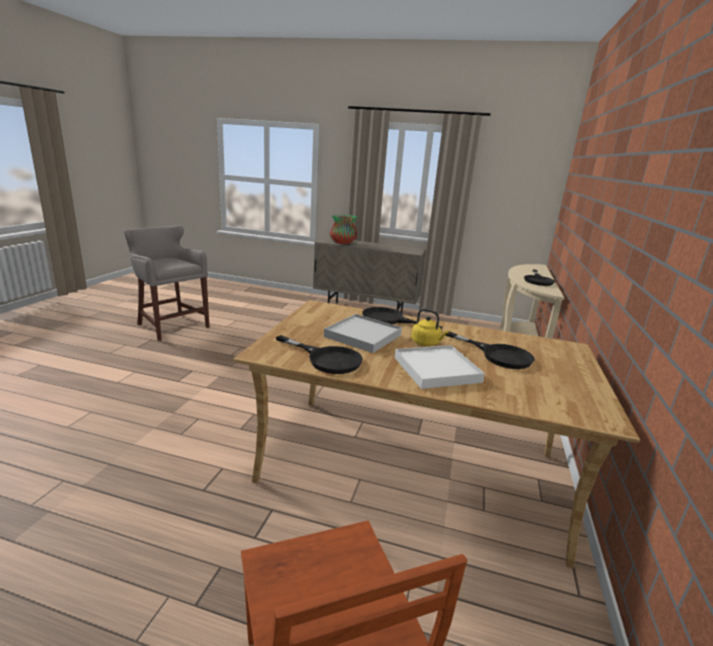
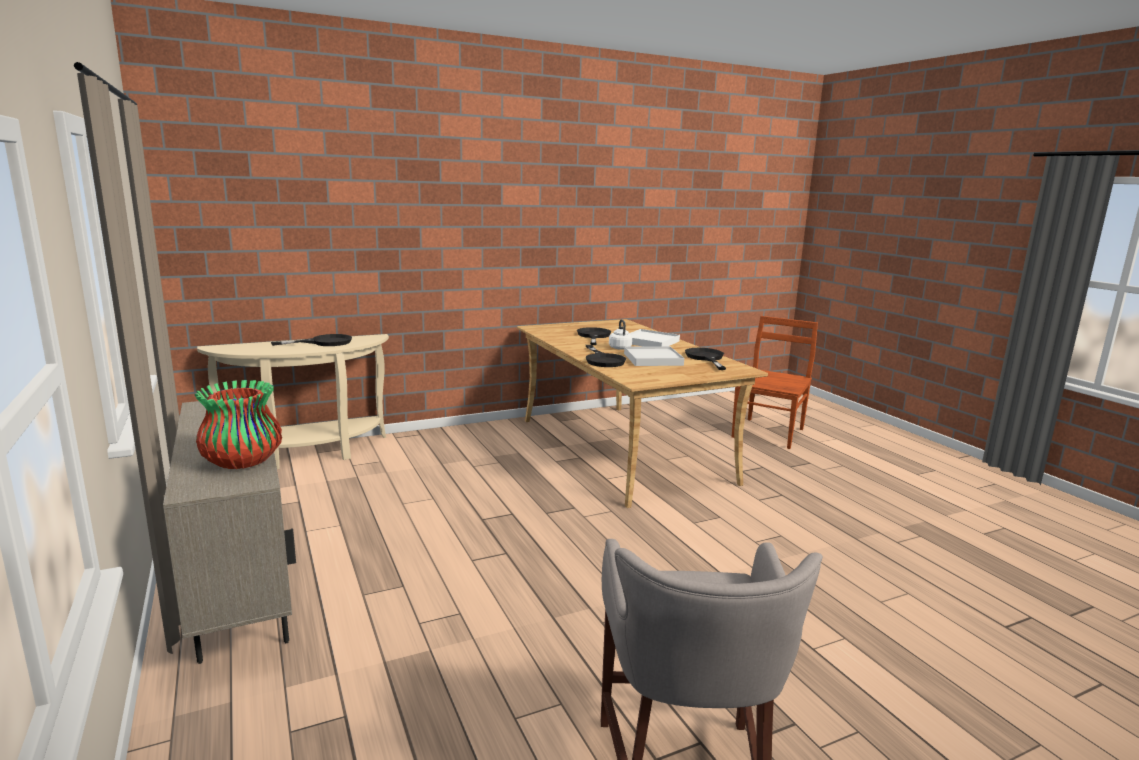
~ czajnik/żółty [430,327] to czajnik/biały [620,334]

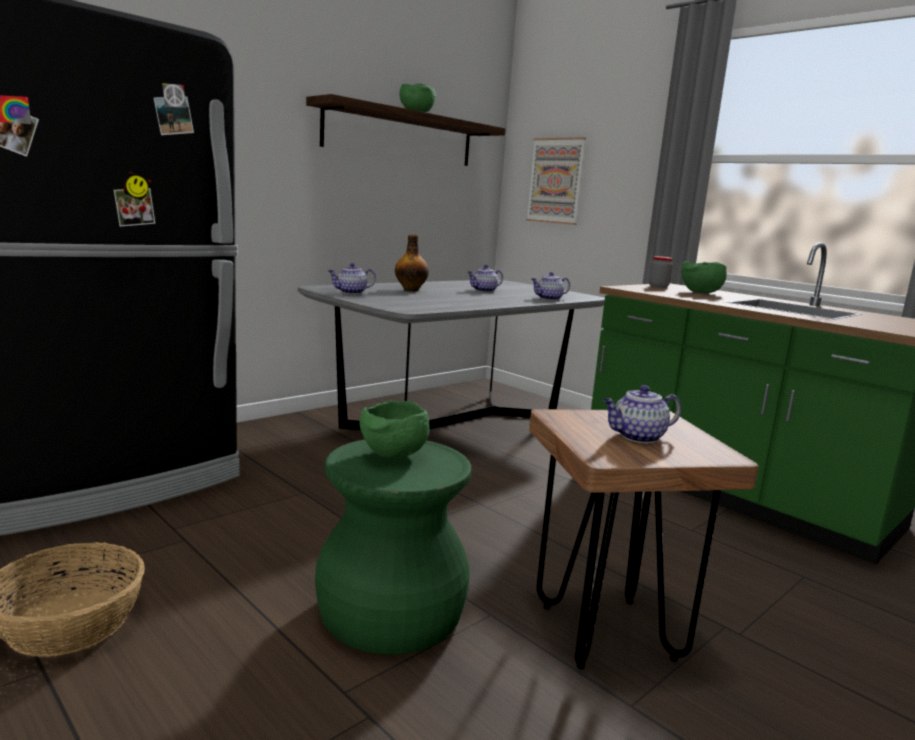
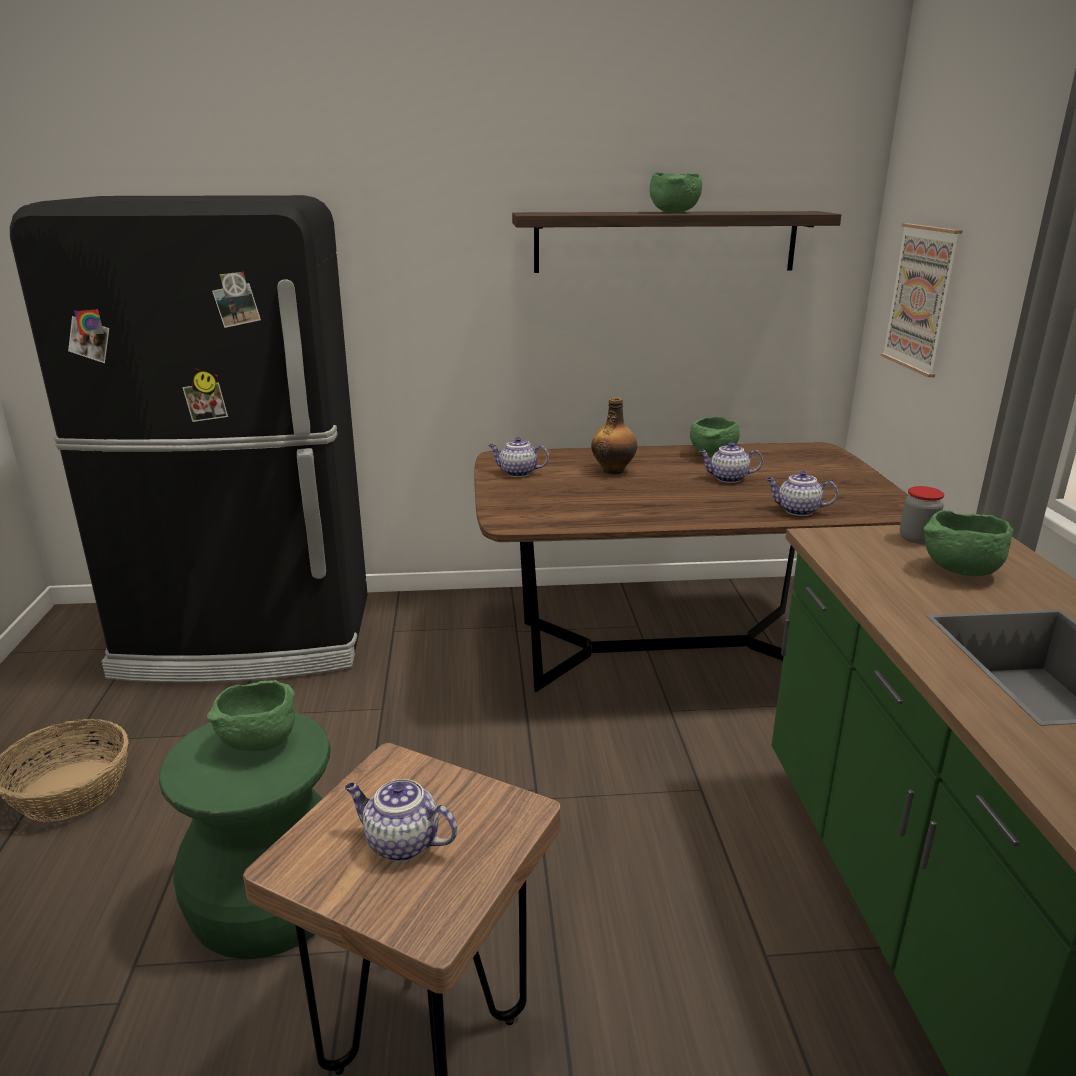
~ stół jadalny/szary [451,355] to stół jadalny/brązowy [691,567]
+ miska/zielony [715,436]

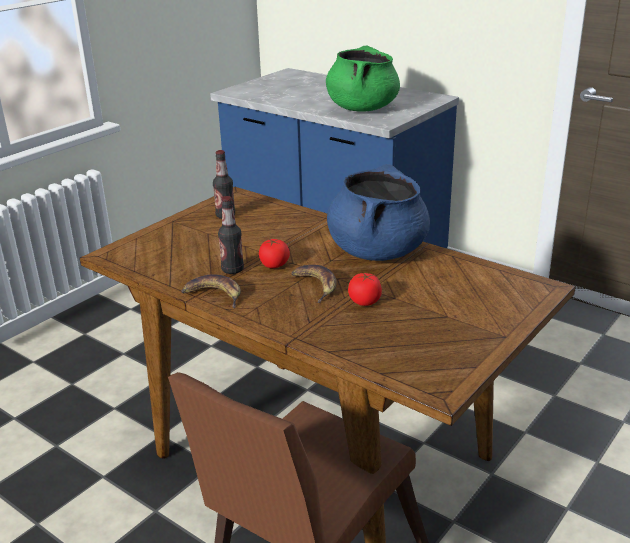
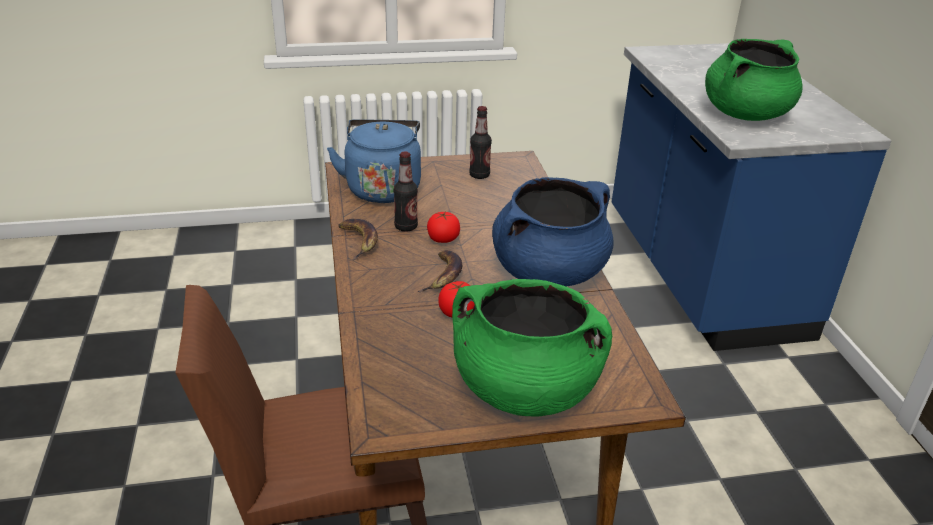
+ czajnik/niebieski [374,161]
+ garnek/zielony [532,347]

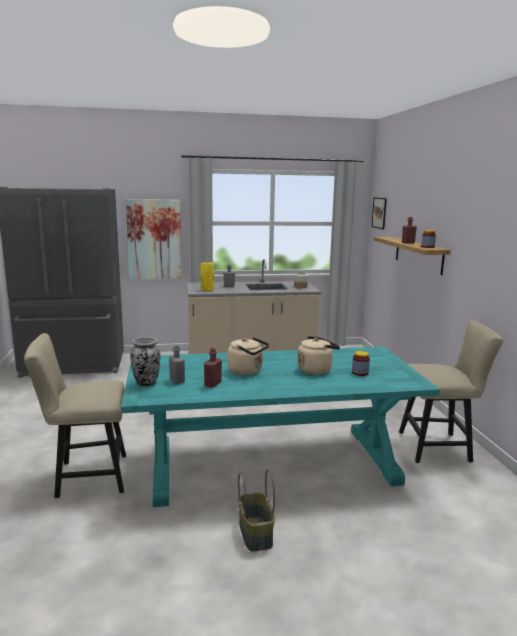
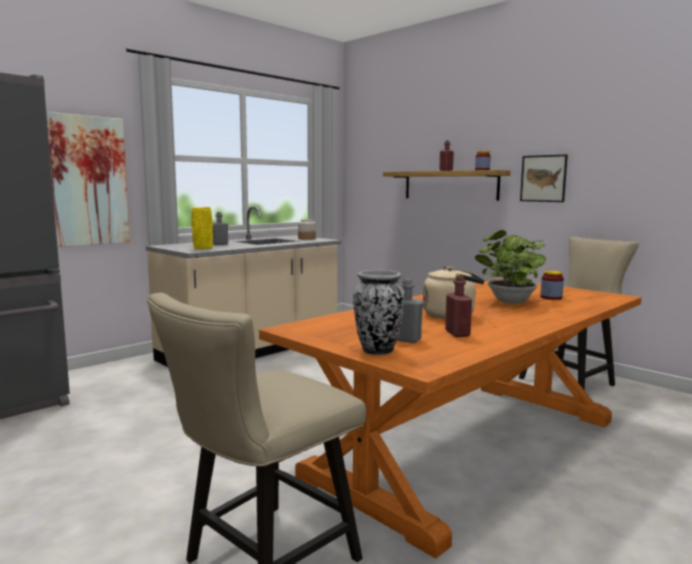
~ obraz [379,213] to [544,178]
~ czajnik/beżowy [319,355] to roślina doniczkowa [510,267]
~ stół jadalny/turkusowy [280,427] to stół jadalny/pomarańczowy [450,418]
- koszyk [256,510]

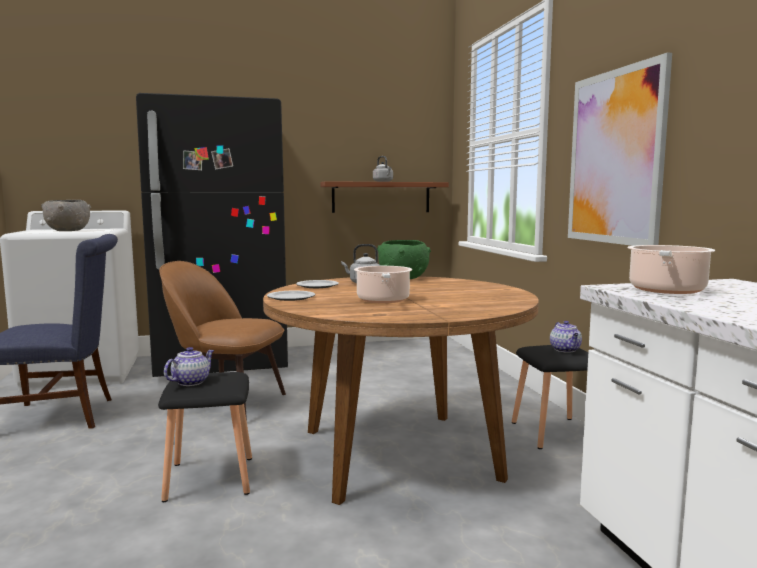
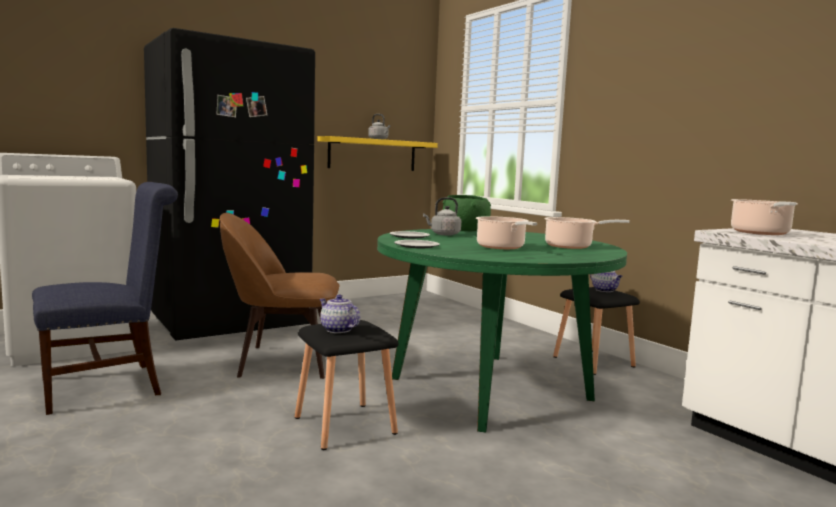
- obraz [620,149]
~ półka/brązowy [384,197] to półka/żółty [378,153]
- miska/szary [66,215]
~ stół jadalny/brązowy [401,390] to stół jadalny/zielony [502,330]
~ imbryk [189,366] = [340,314] 60 degrees counterclockwise
+ garnek [587,233]

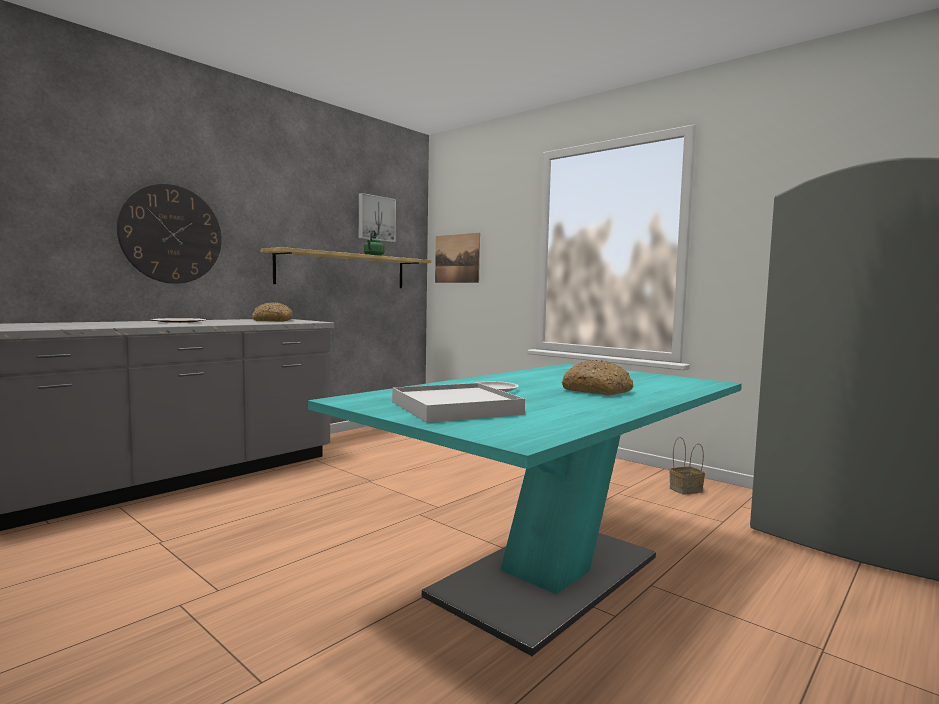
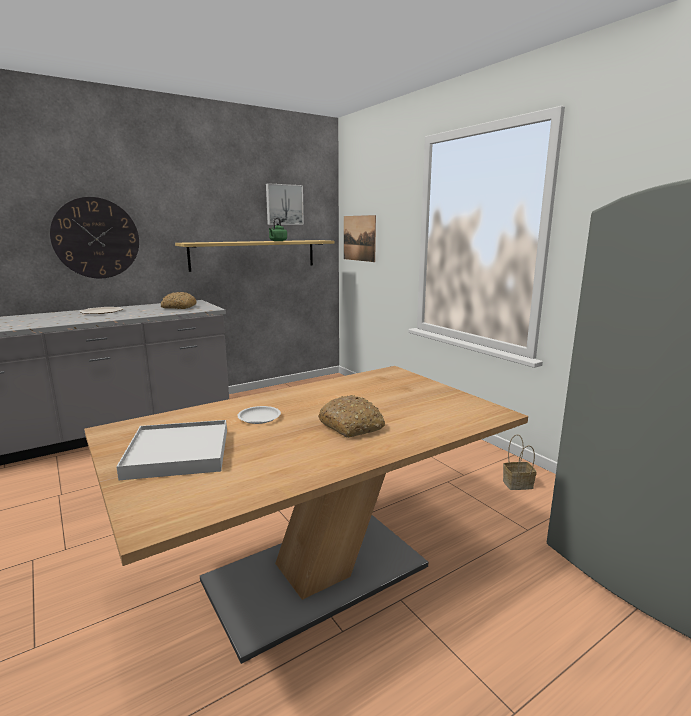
~ stół jadalny/turkusowy [525,510] to stół jadalny/brązowy [306,515]

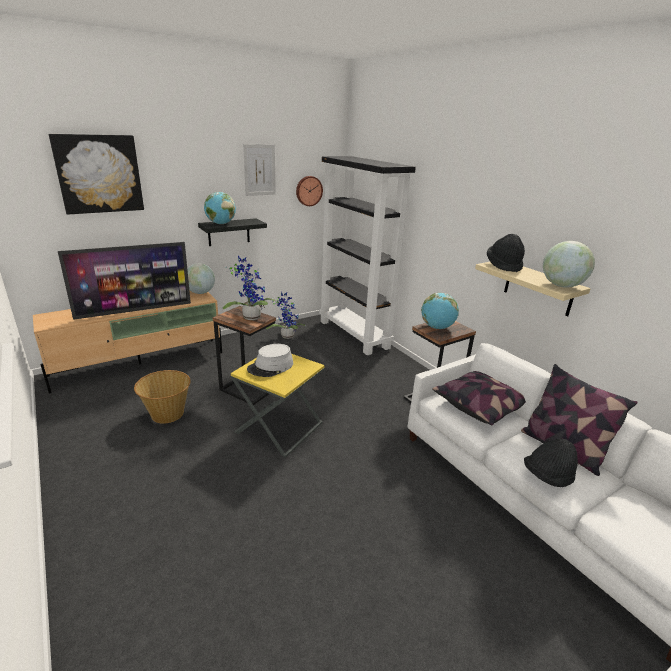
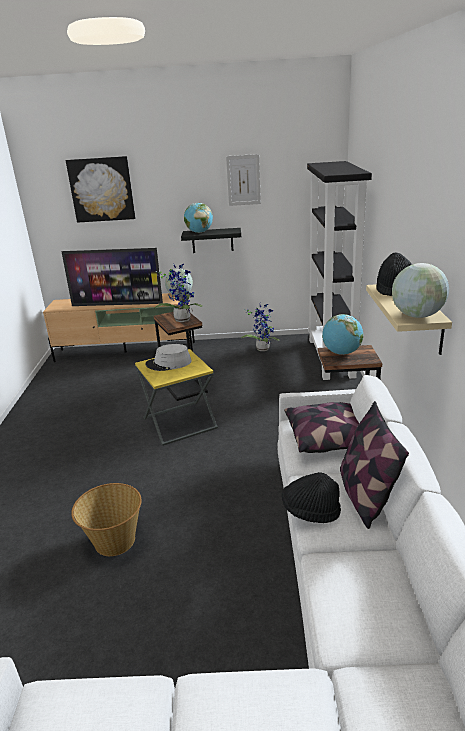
- zegar ścienny [309,191]
~ koszyk [162,397] to [106,519]

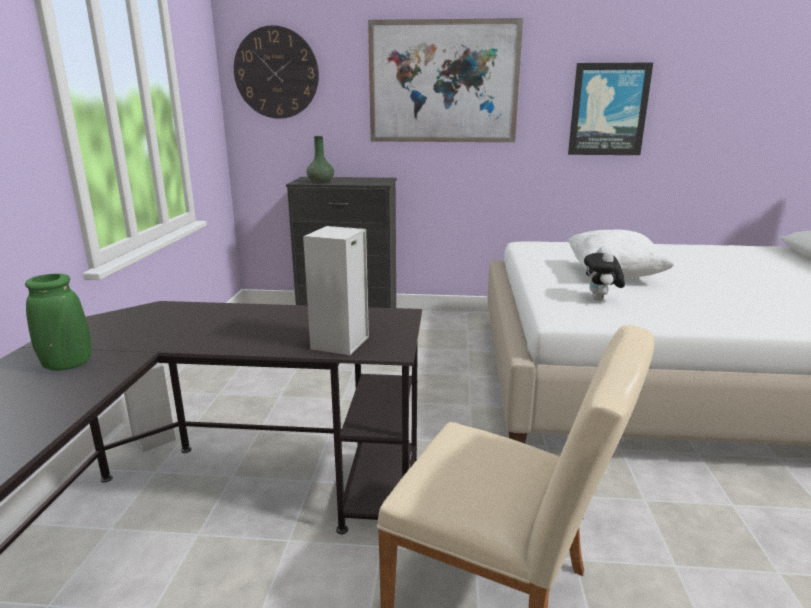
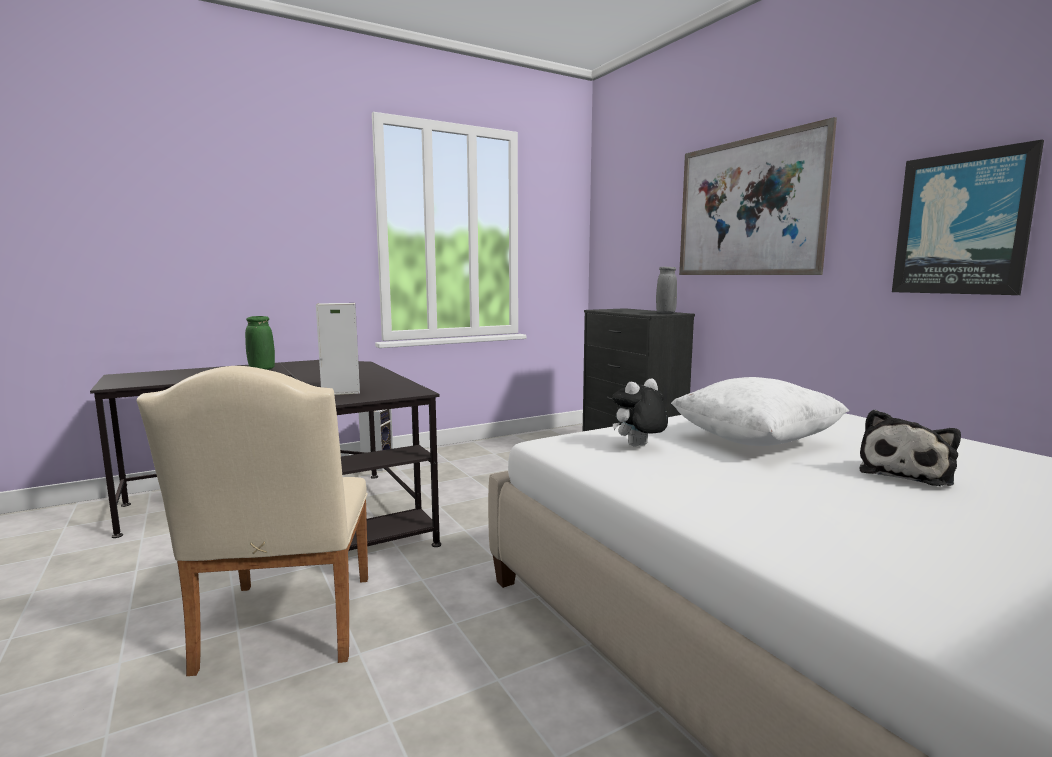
- zegar ścienny [276,72]
- wazon/zielony [320,160]
+ wazon/szary [666,290]
+ pluszak [910,448]

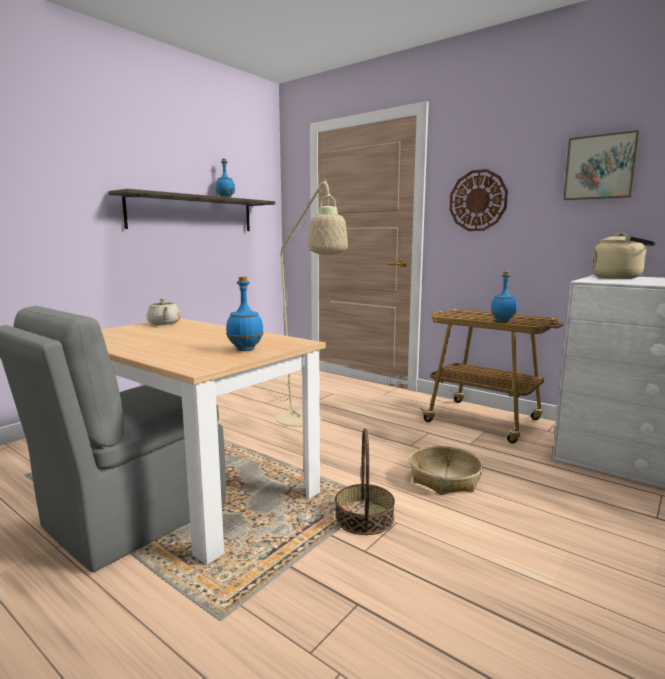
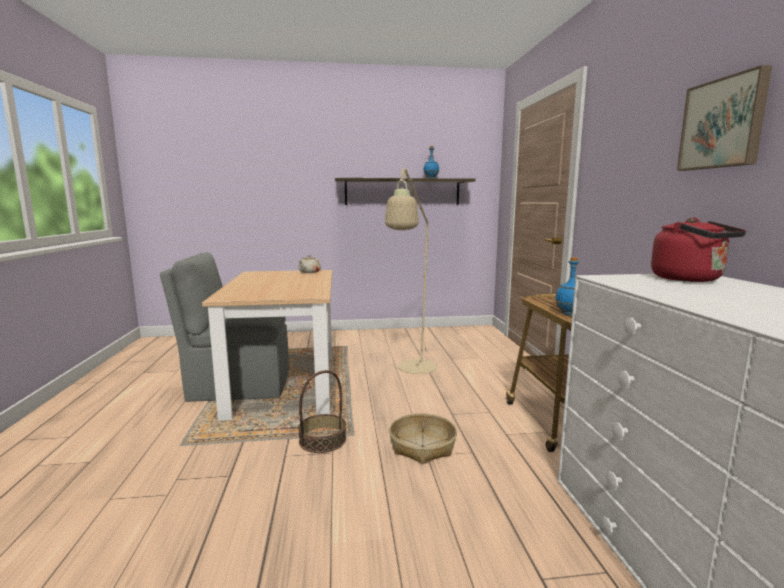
- zegar ścienny [478,200]
~ czajnik/beżowy [624,256] to czajnik/czerwony [698,249]
- butelka/niebieski [245,314]

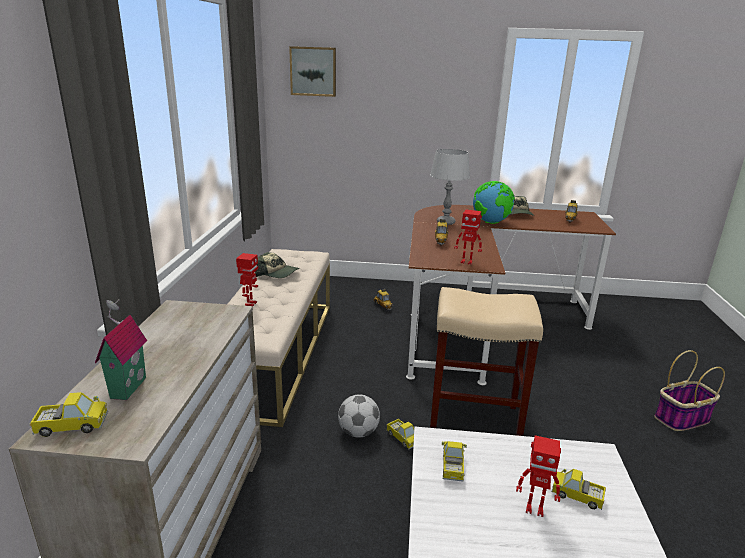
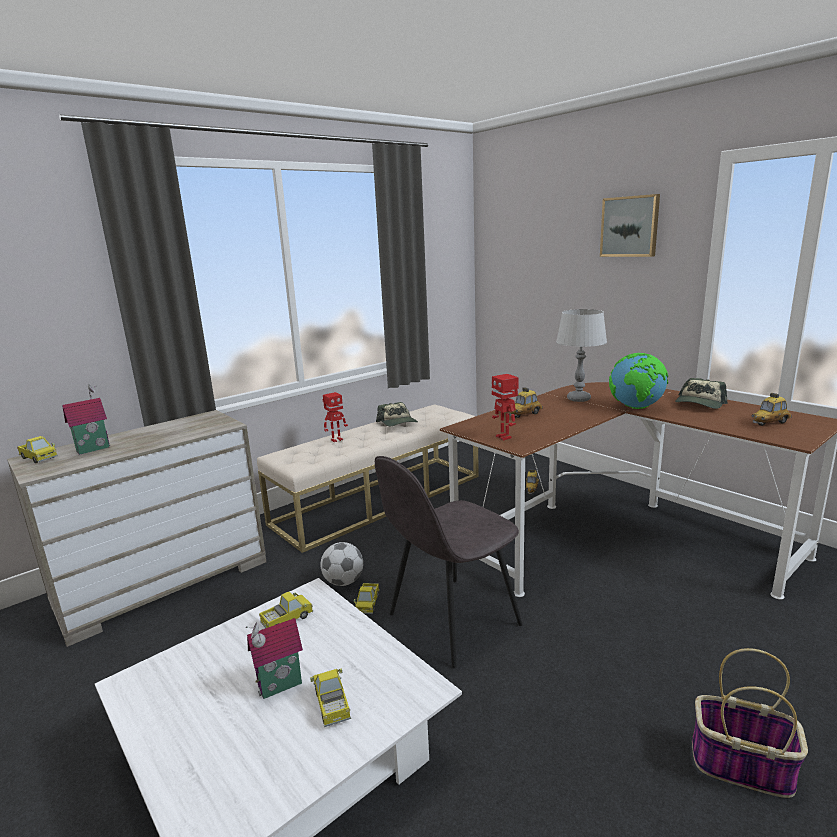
~ obraz [312,71] to [630,225]
~ stołek/beżowy [486,361] to krzesło/szary [449,562]
~ robot zabawkowy [538,476] to domek [274,658]

